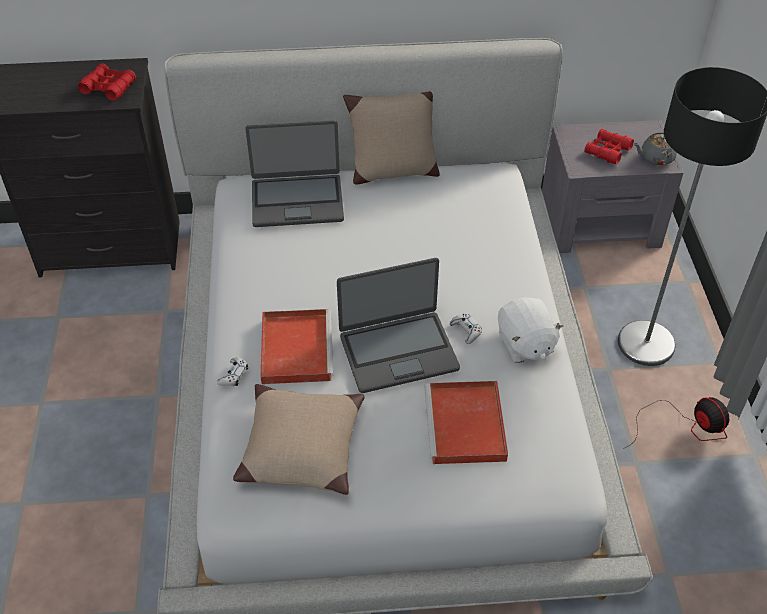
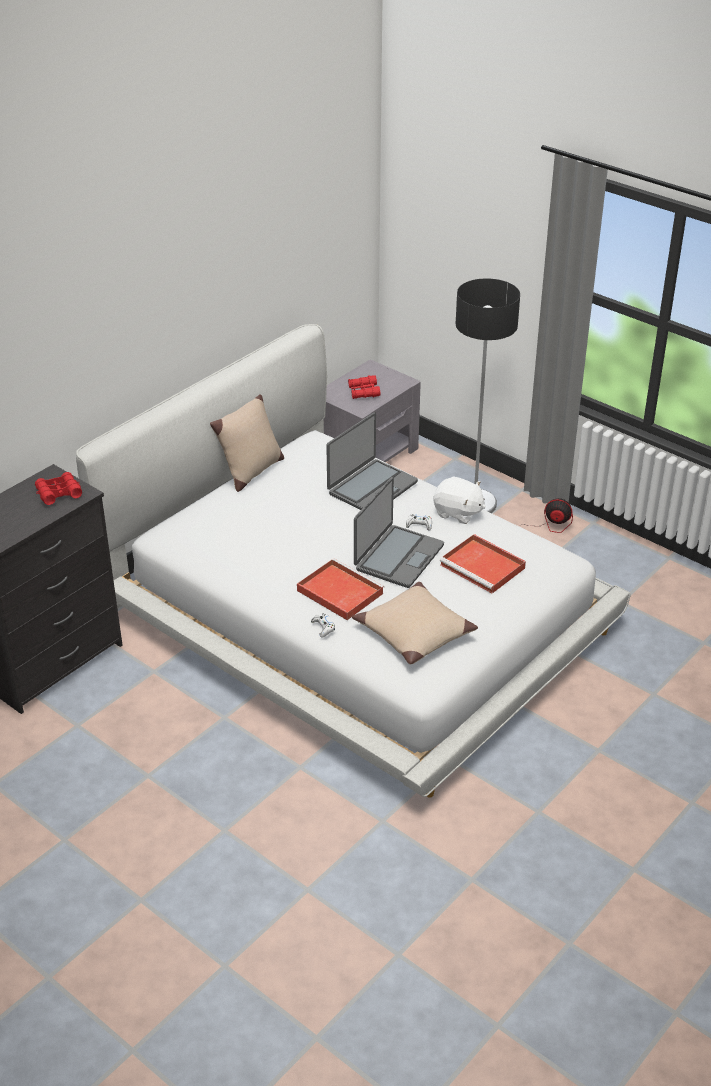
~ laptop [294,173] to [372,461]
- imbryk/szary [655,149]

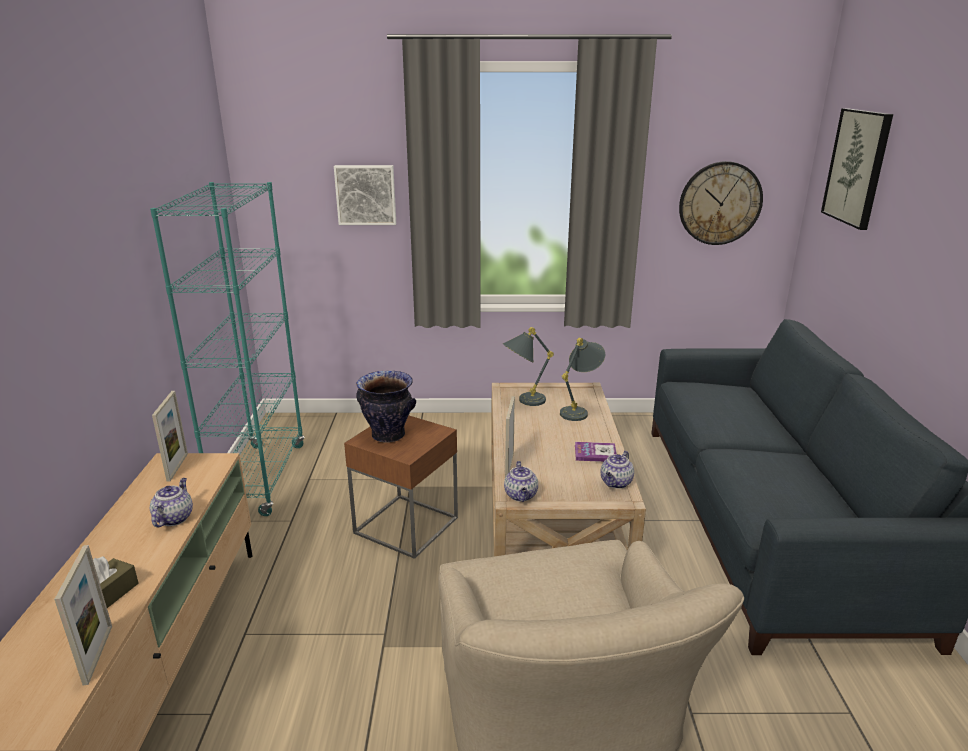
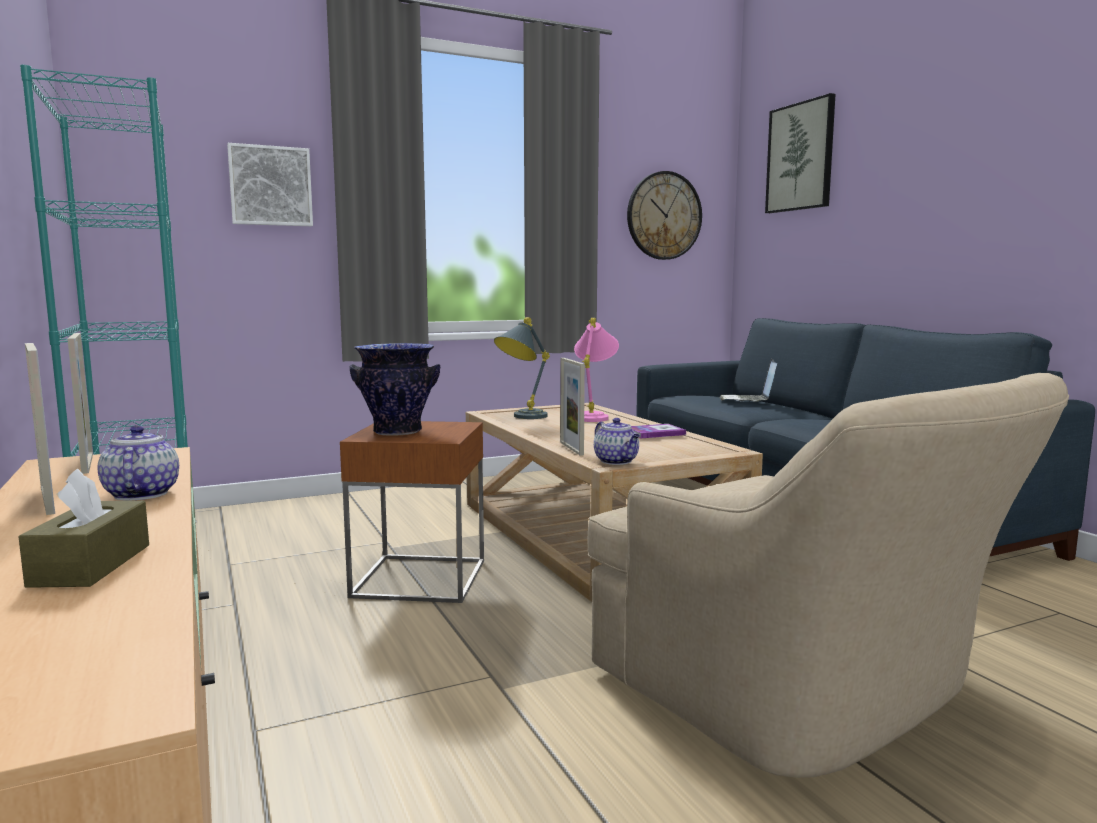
~ lampa stołowa/szary [582,379] to lampa stołowa/różowy [596,370]
- imbryk [617,470]
~ ramka na zdjęcie [83,615] to [40,429]
+ laptop [748,380]

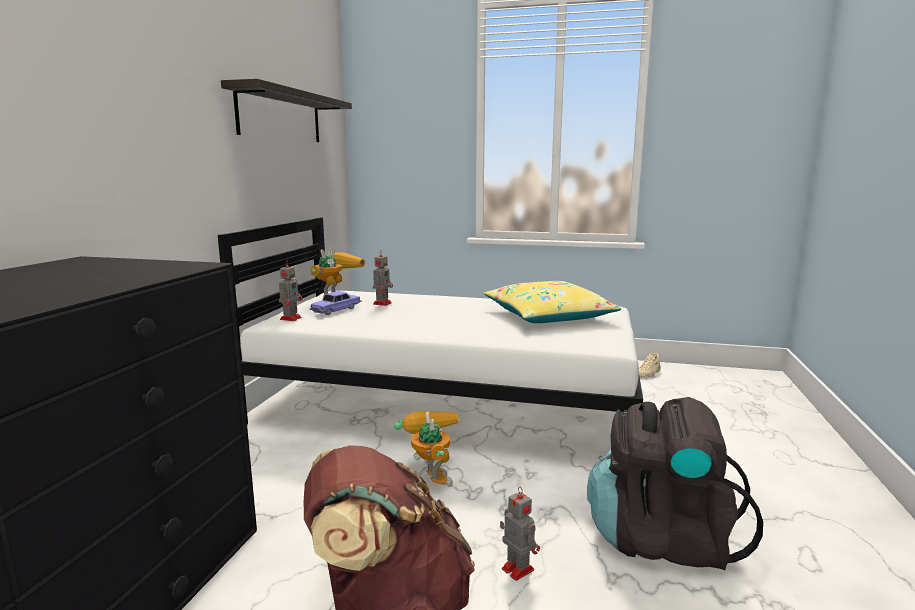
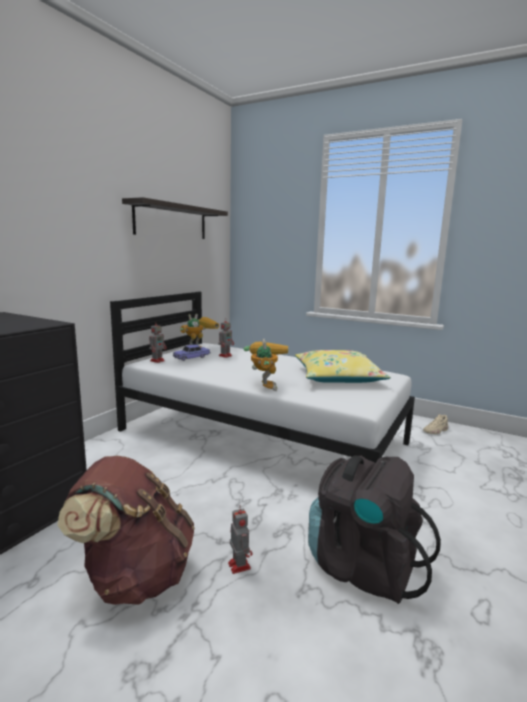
~ robot zabawkowy [426,449] to [266,365]

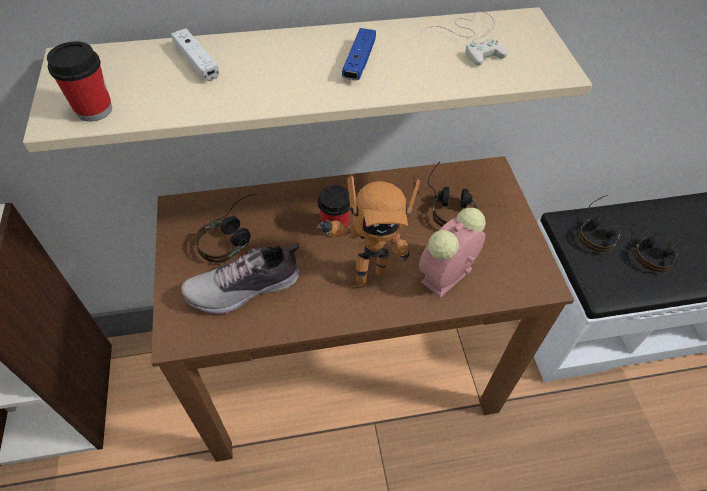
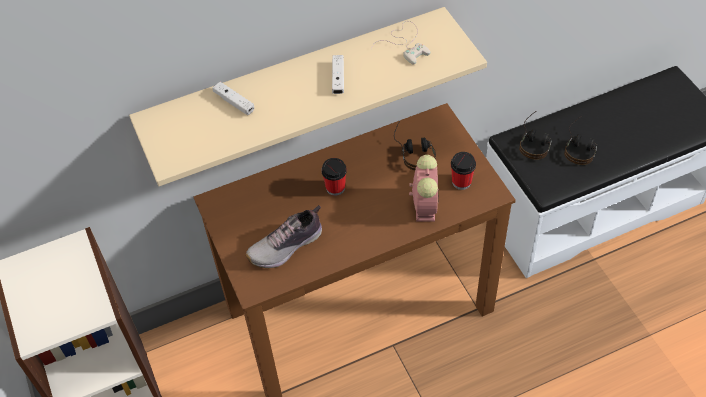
~ pad do gier/niebieski [359,54] to pad do gier/biały [338,74]
~ filiżanka [79,81] to [463,171]
- robot zabawkowy [368,232]
- słuchawki [225,228]
~ budzik [452,253] = [424,188] 150 degrees clockwise

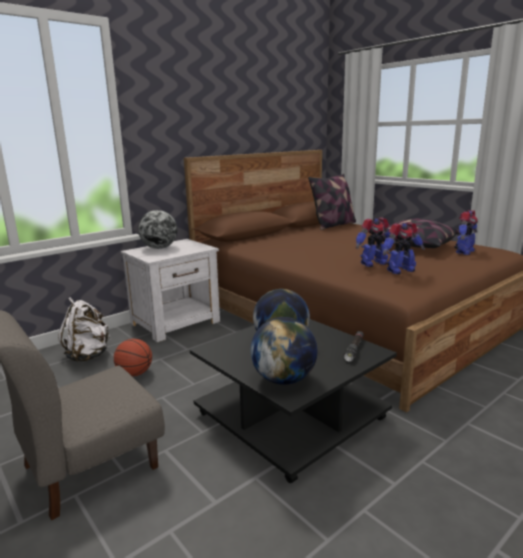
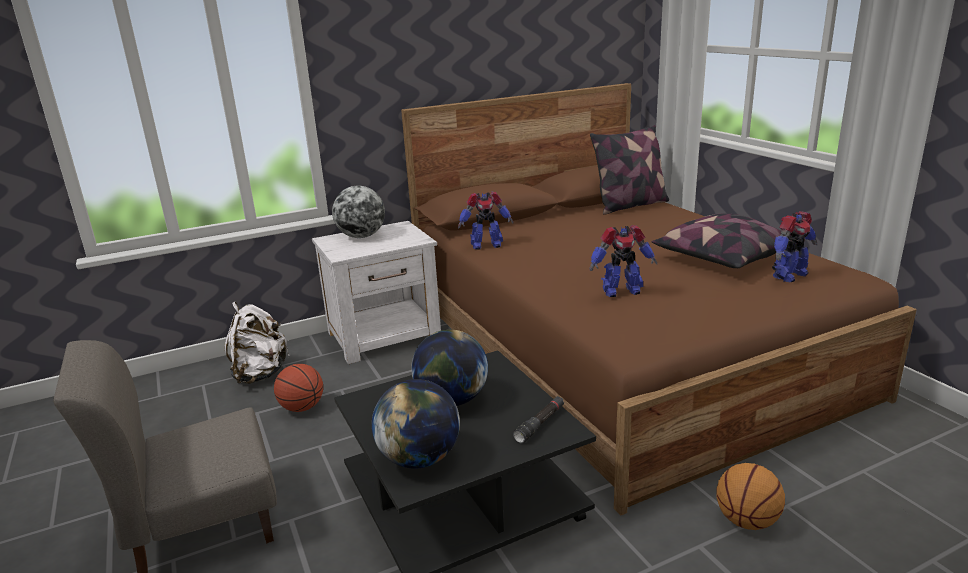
~ robot zabawkowy [404,248] to [485,221]
+ piłka do koszykówki [751,496]

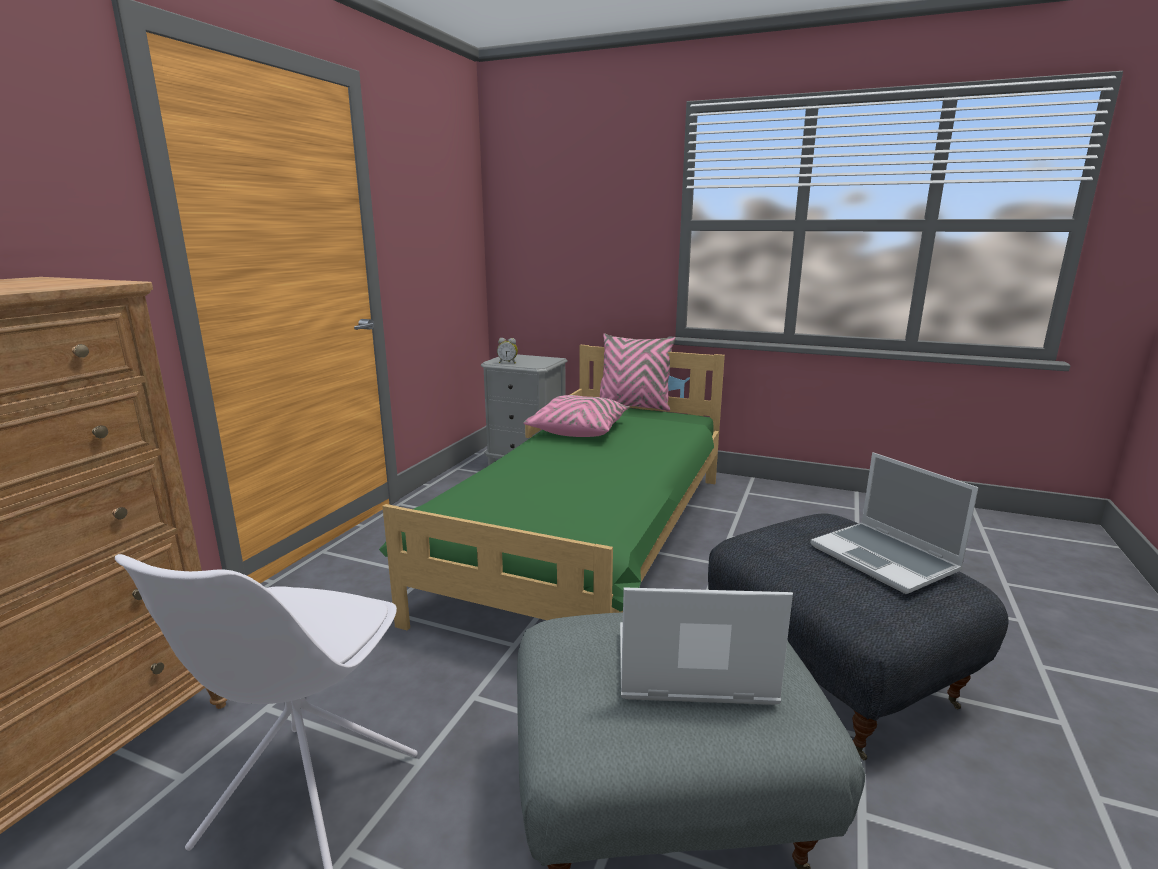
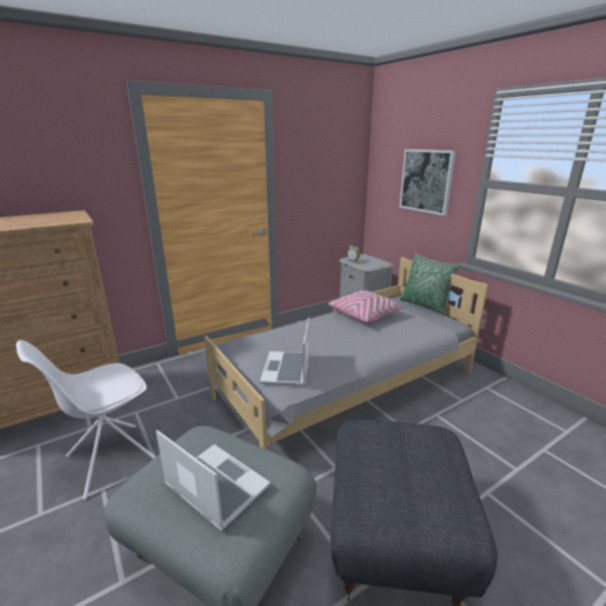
~ poduszka/różowy [638,372] to poduszka/zielony [430,284]
~ łóżko/zielony [552,488] to łóżko/szary [346,353]
~ laptop [895,523] to [284,352]
+ obraz [427,182]

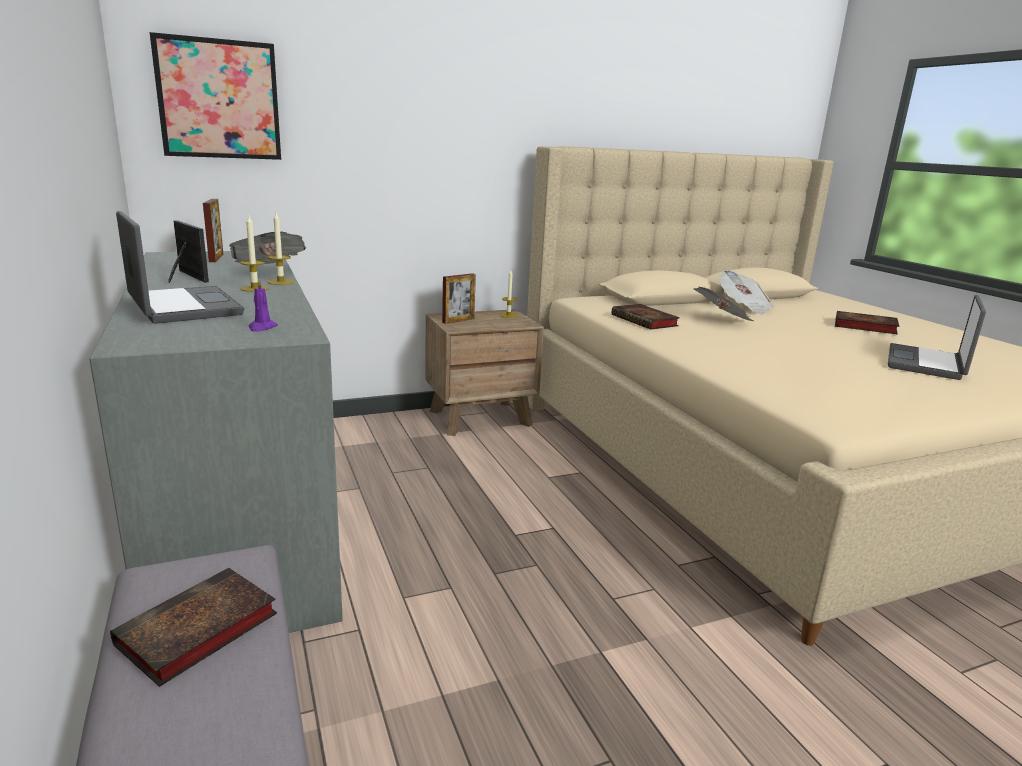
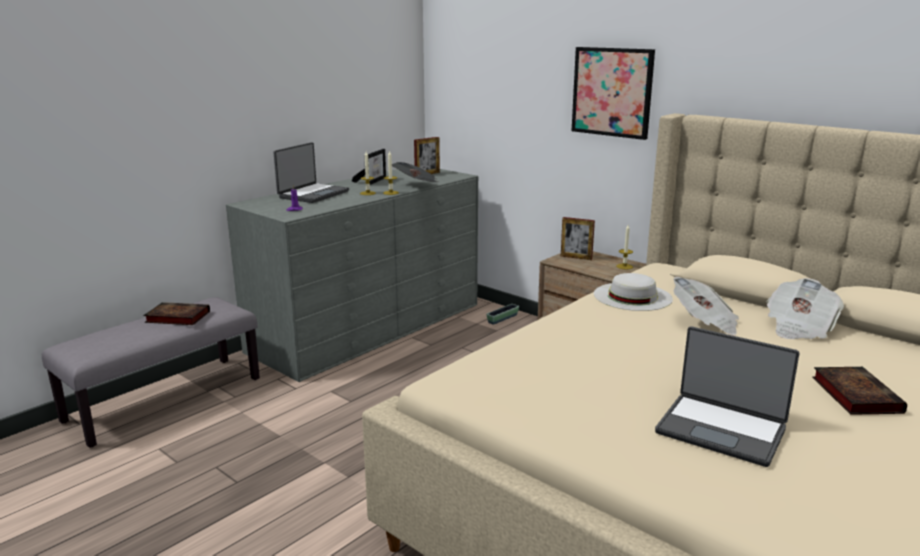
~ obraz [215,96] to [613,93]
~ laptop [937,337] = [727,396] 150 degrees counterclockwise
~ książka [646,317] to kapelusz/biały [633,292]
+ donica [502,314]

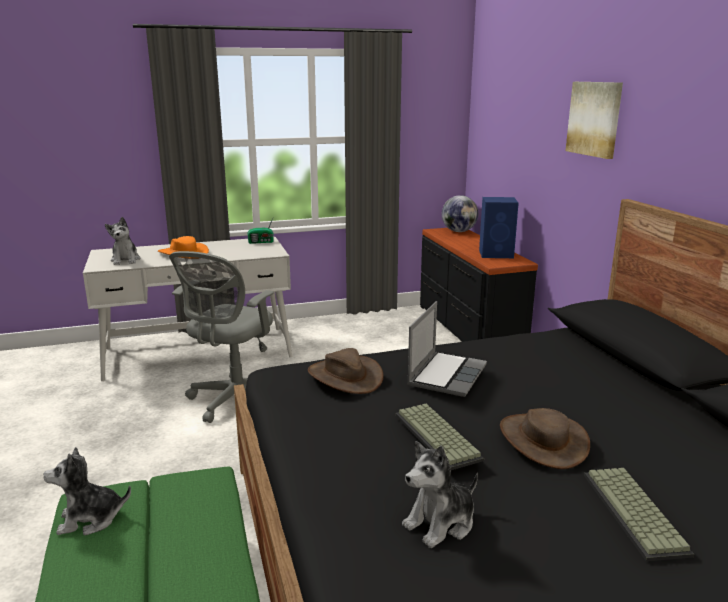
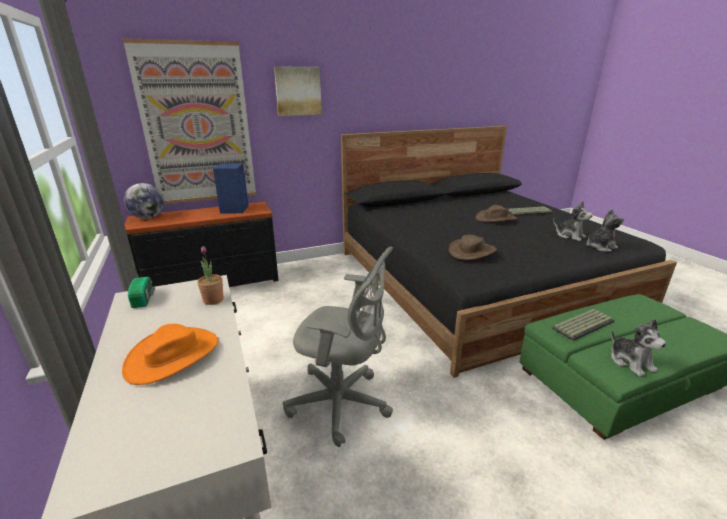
~ pluszak [122,241] to [605,230]
- laptop [447,349]
~ klawiatura [439,437] to [583,325]
+ obraz [189,121]
+ roślina doniczkowa [210,275]

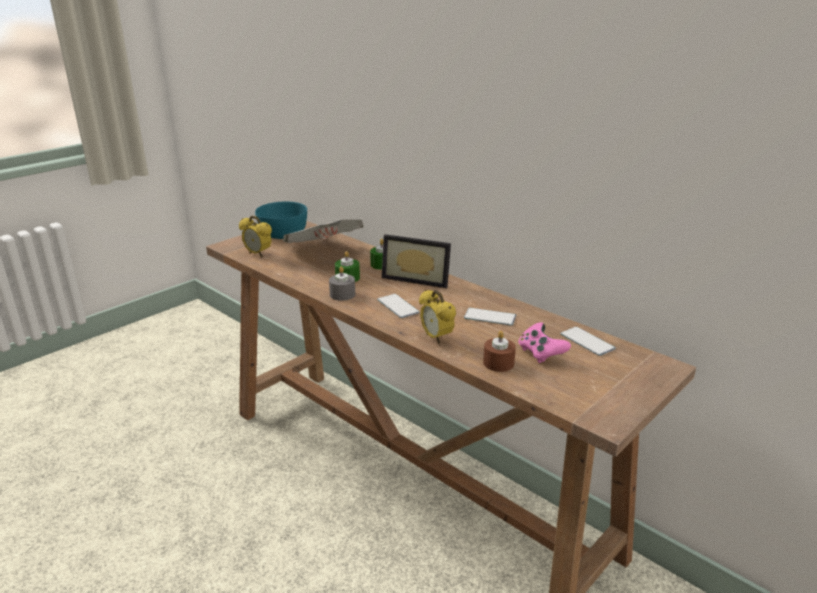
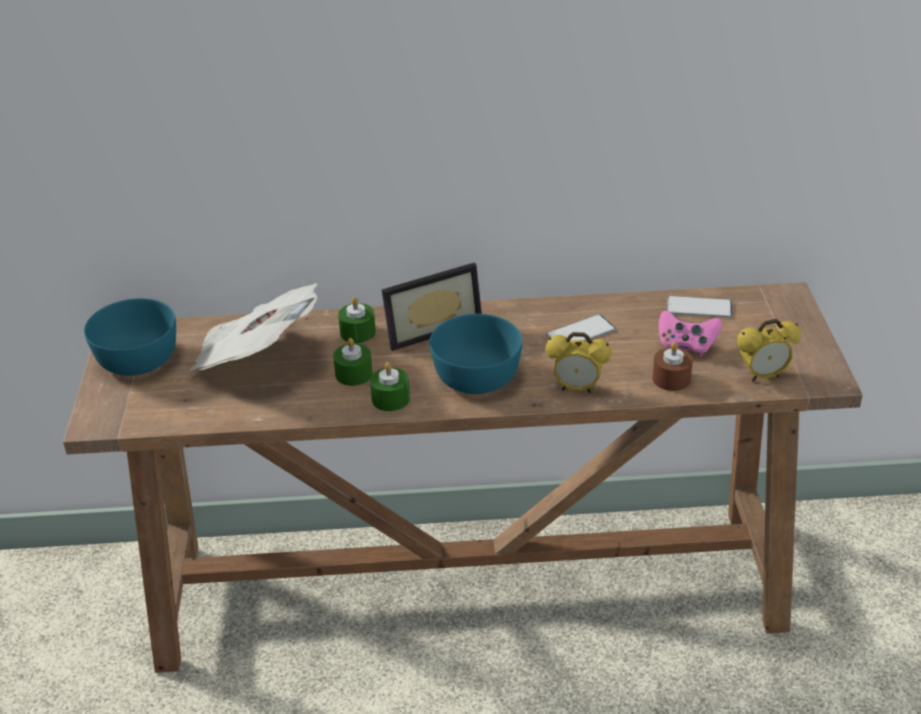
~ budzik [255,236] to [769,350]
~ świeca/szary [342,284] to świeca/zielony [390,386]
~ telefon [398,306] to miska/turkusowy [476,354]

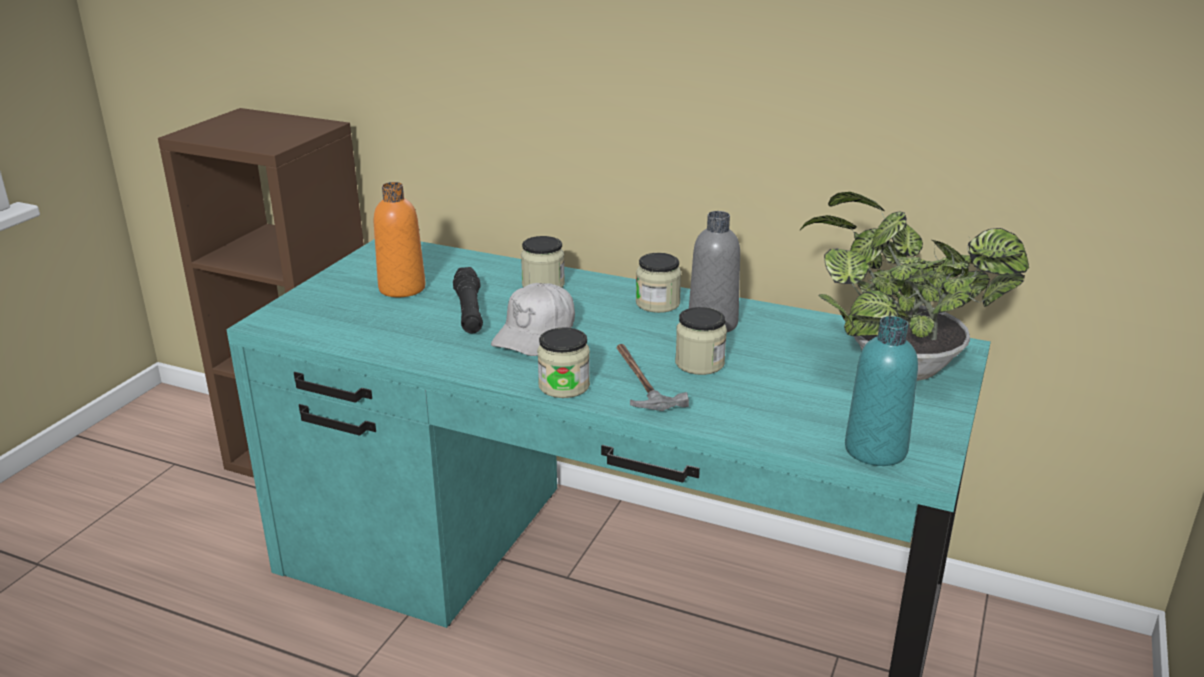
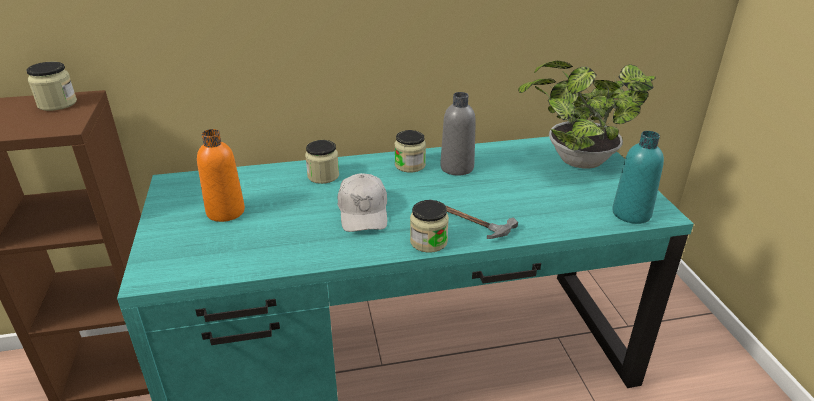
- latarka/czarny [468,300]
~ słoik [701,341] to [51,86]

